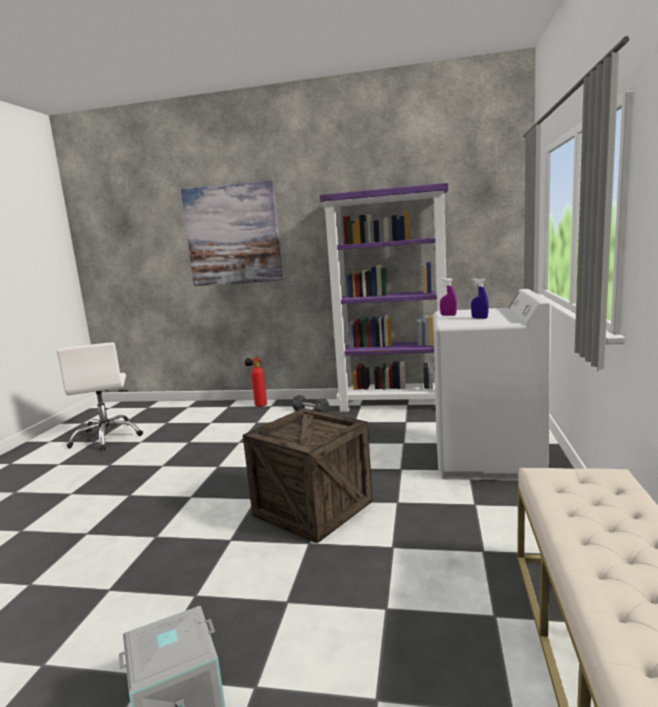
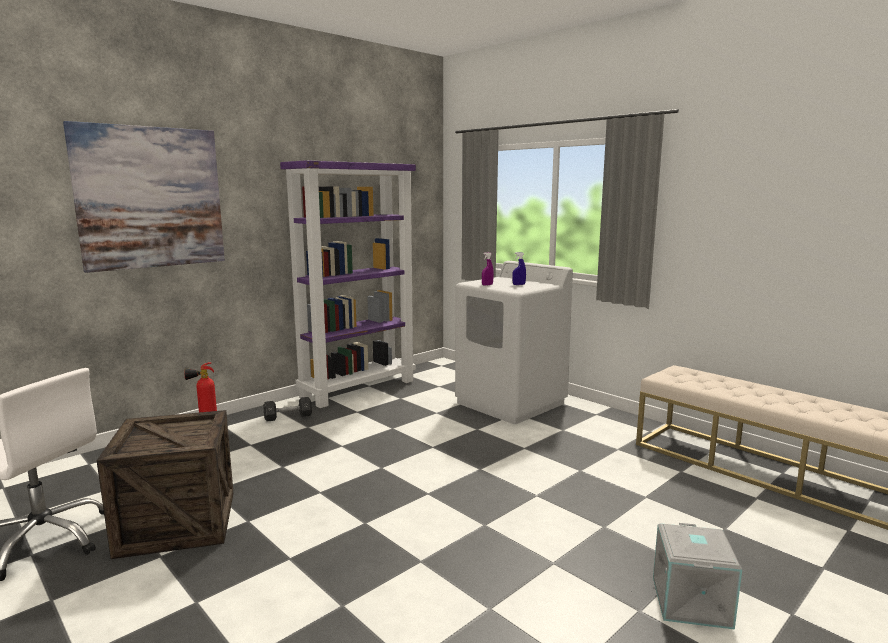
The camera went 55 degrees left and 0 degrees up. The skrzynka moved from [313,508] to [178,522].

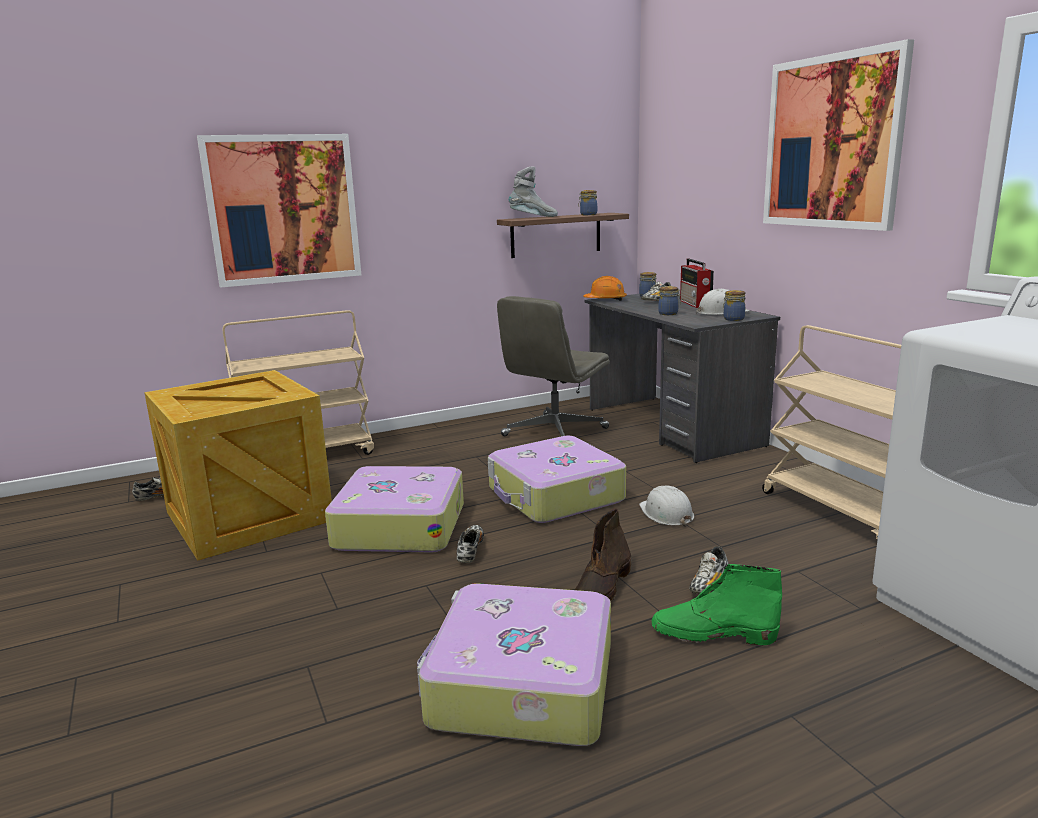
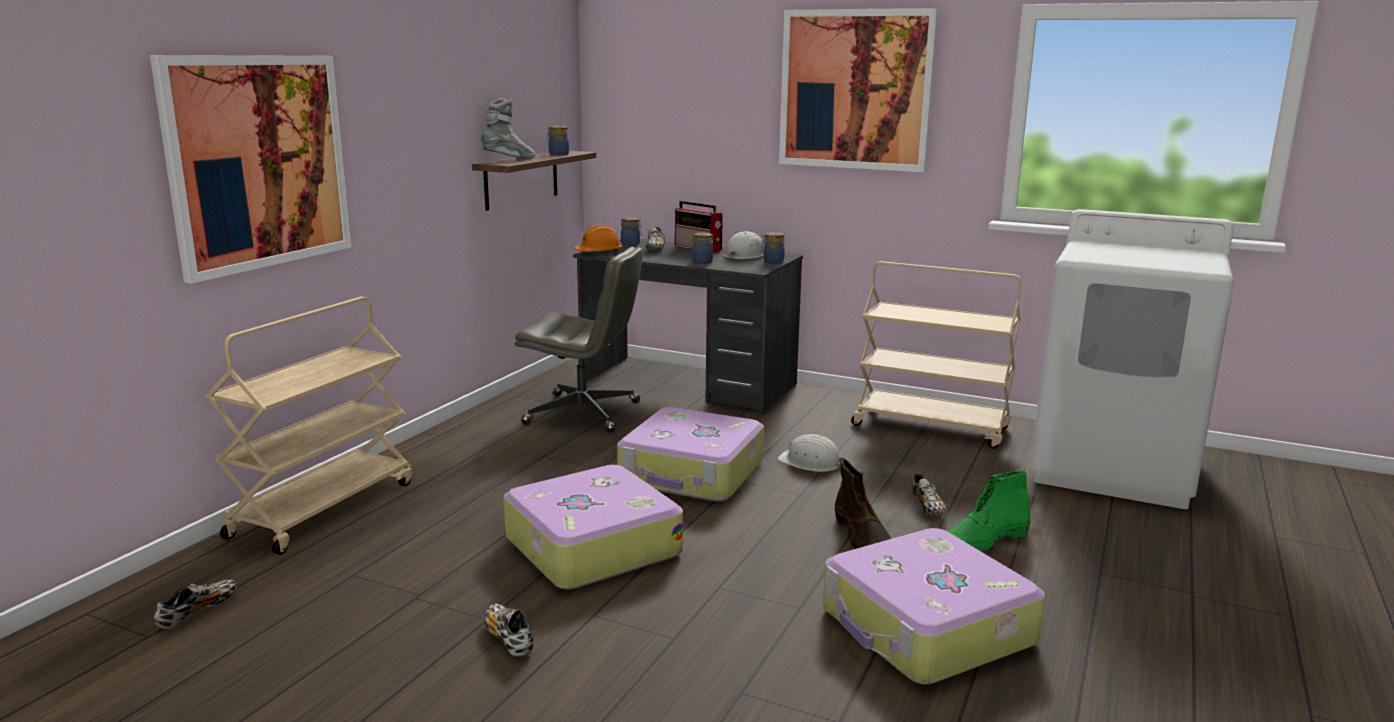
The camera went 40 degrees left and 0 degrees up. The skrzynka at [246,516] disappeared. The but moved from [470,550] to [508,638]. The krzesło biurowe/szary at [554,432] turned 75 degrees counterclockwise.

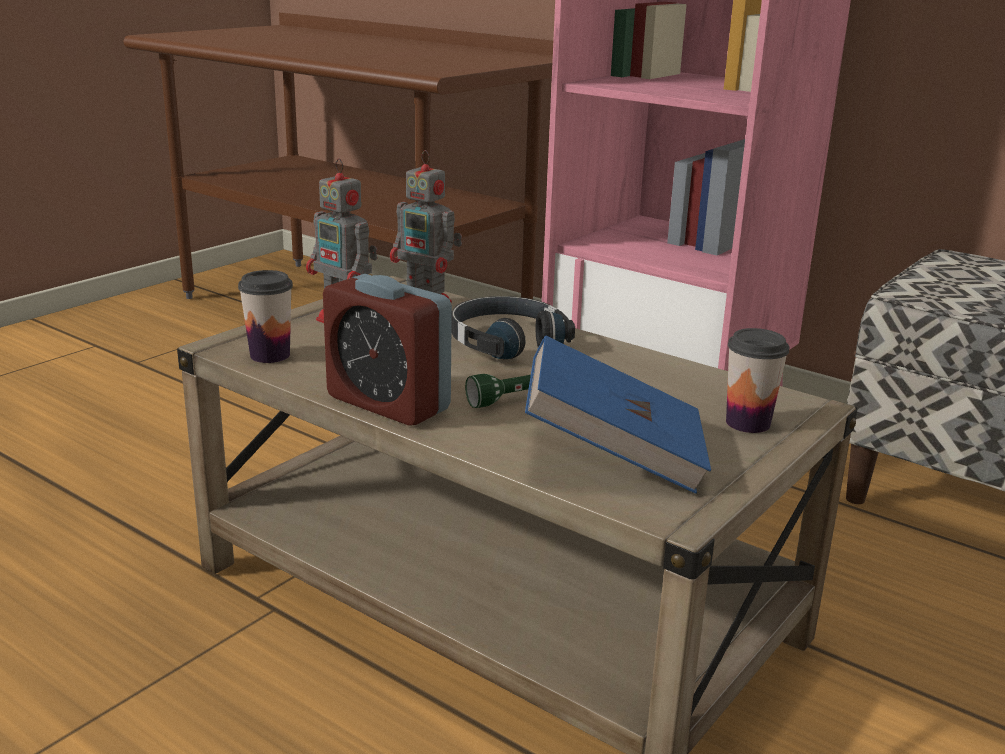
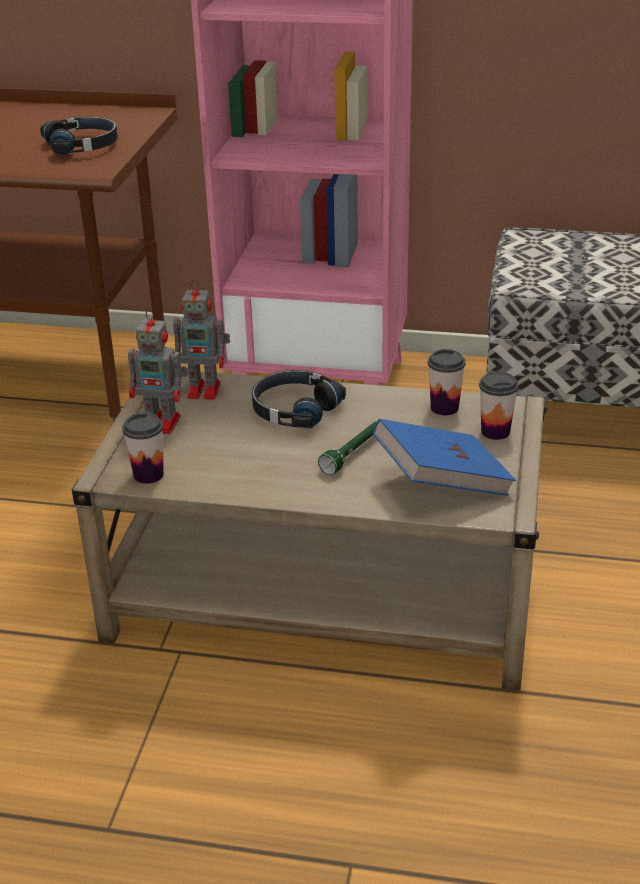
The camera went 25 degrees left and 10 degrees up. The budzik at [388,403] disappeared. The słuchawki/czarny at [83,146] appeared. The filiżanka at [444,408] appeared.

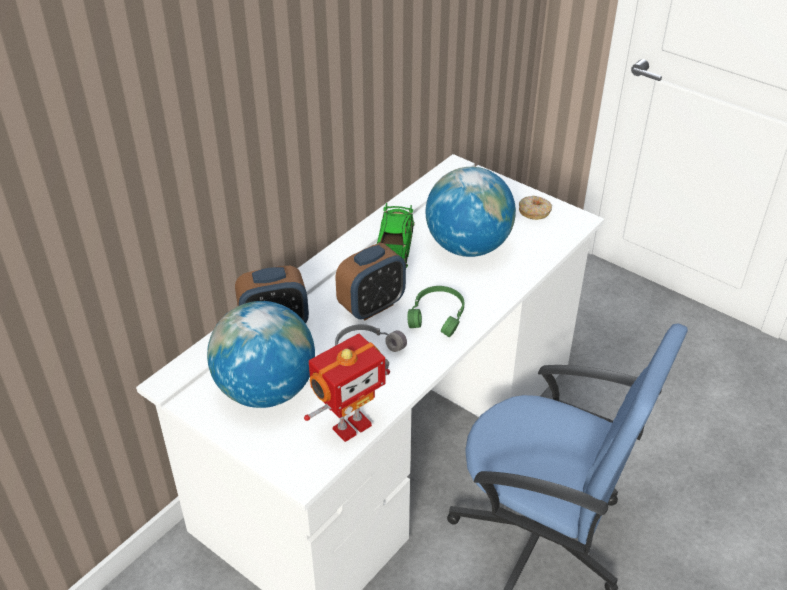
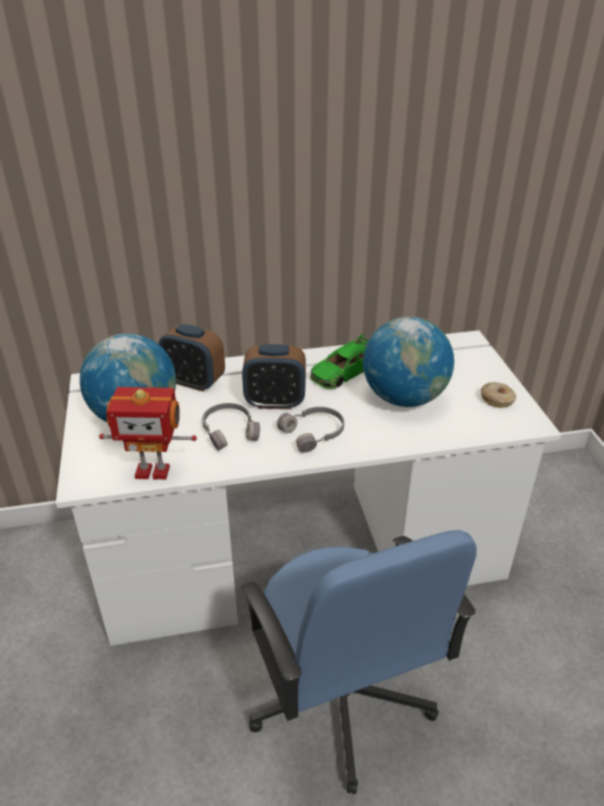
The camera went 40 degrees right and 5 degrees down. The słuchawki/zielony at [438,316] became the słuchawki/szary at [314,433].

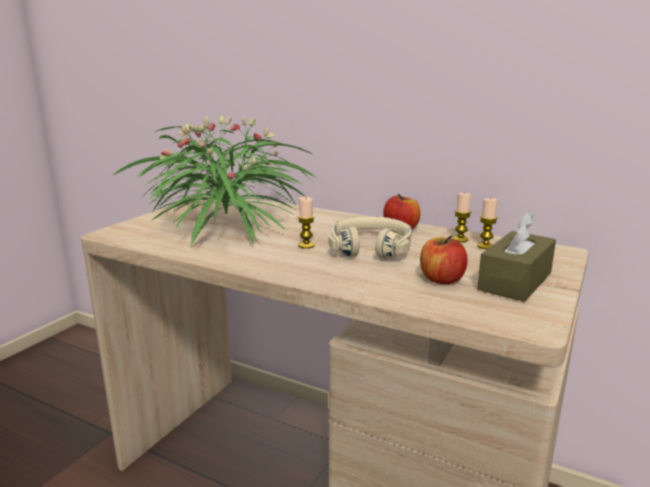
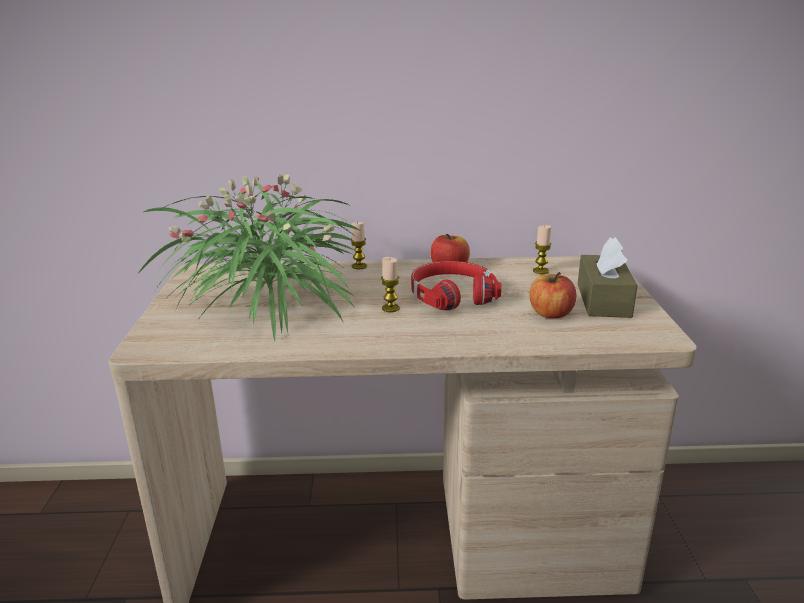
The camera went 30 degrees left and 5 degrees up. The słuchawki/beżowy at [371,247] became the słuchawki/czerwony at [451,295]. The świeca moved from [460,239] to [359,266].

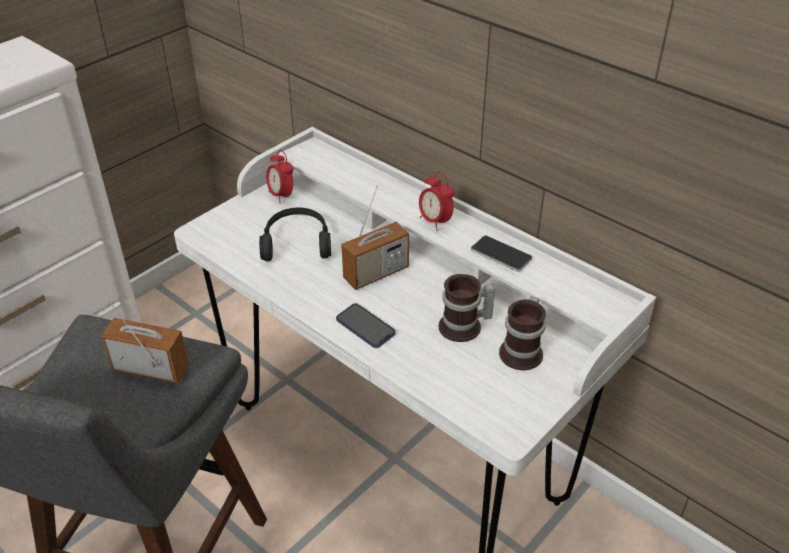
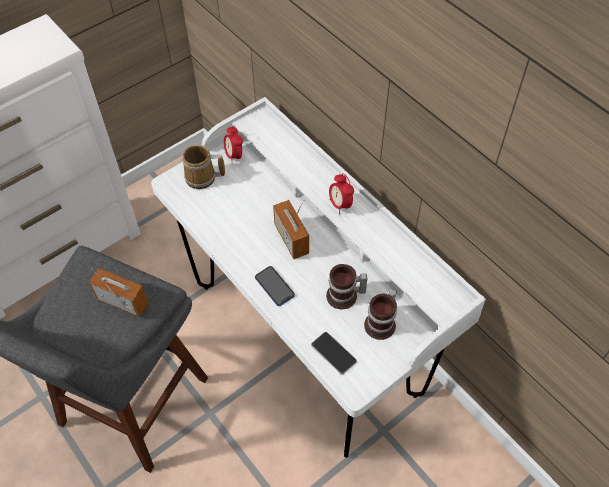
The camera went 10 degrees right and 15 degrees up. The słuchawki/czarny at [297,242] disappeared. The radio at [376,273] turned 90 degrees clockwise. The telefon moved from [501,254] to [333,353]. The kubek at [203,178] appeared.

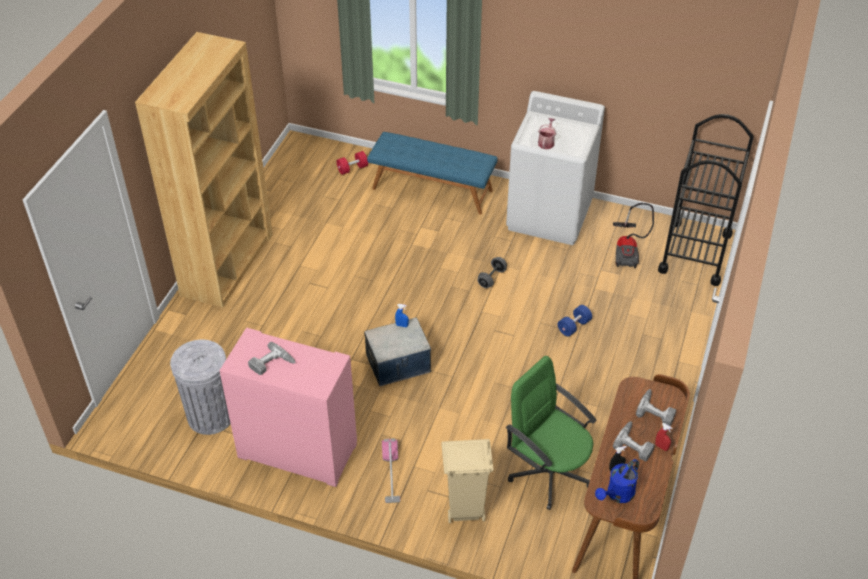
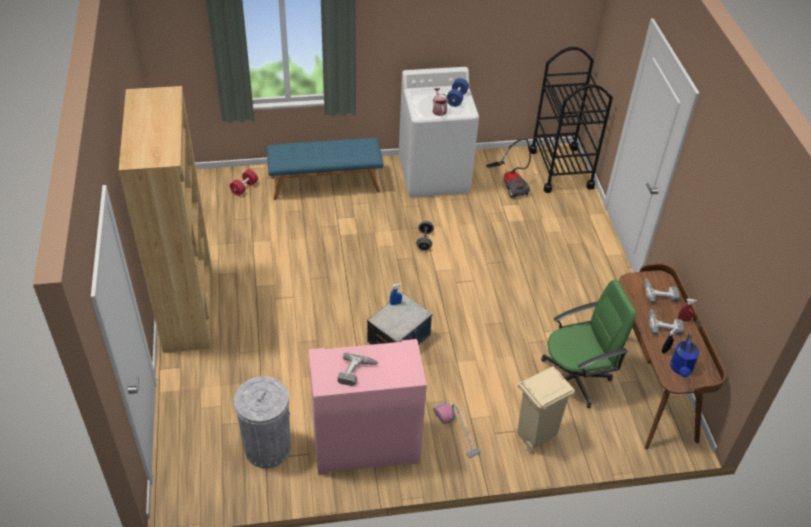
The camera went 30 degrees left and 0 degrees up. The krzesło biurowe/zielony at [549,472] turned 150 degrees clockwise. The hantel/niebieski moved from [574,326] to [456,98].

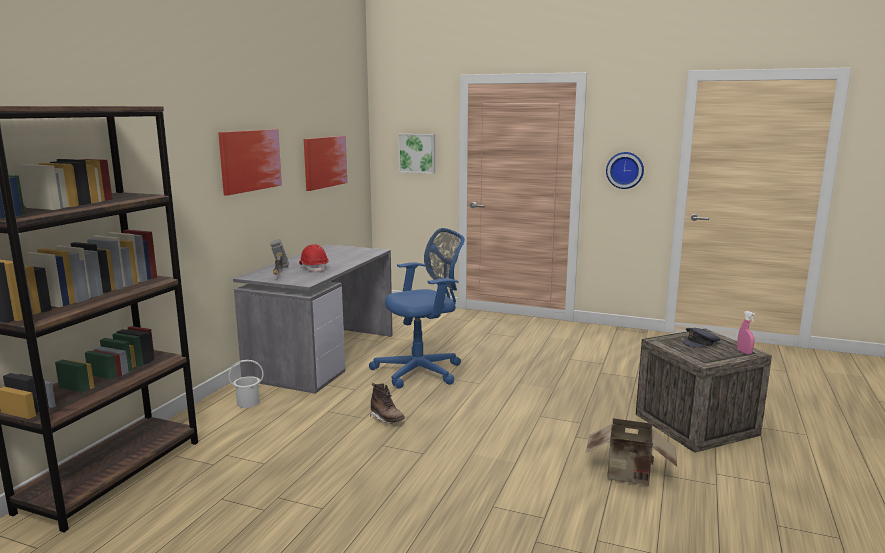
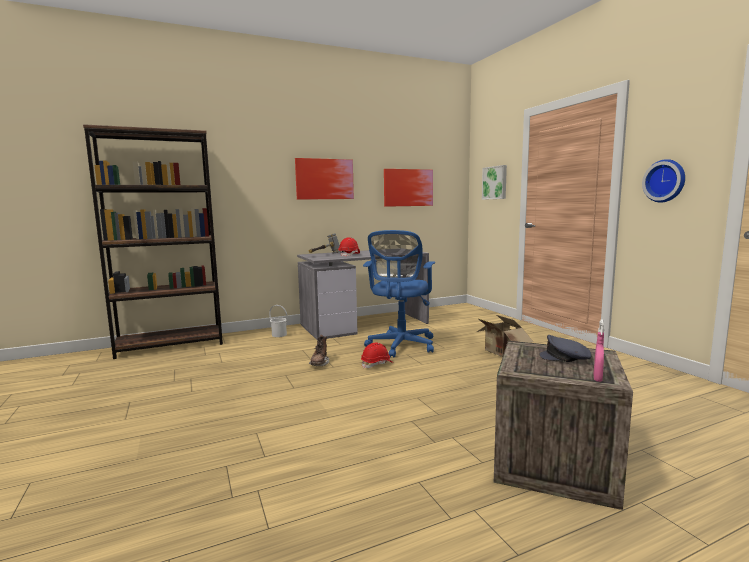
The camera went 45 degrees right and 5 degrees down. The krzesło biurowe/niebieski at [422,371] turned 90 degrees clockwise. The karton moved from [629,476] to [501,353]. The kask/czerwony at [377,364] appeared.

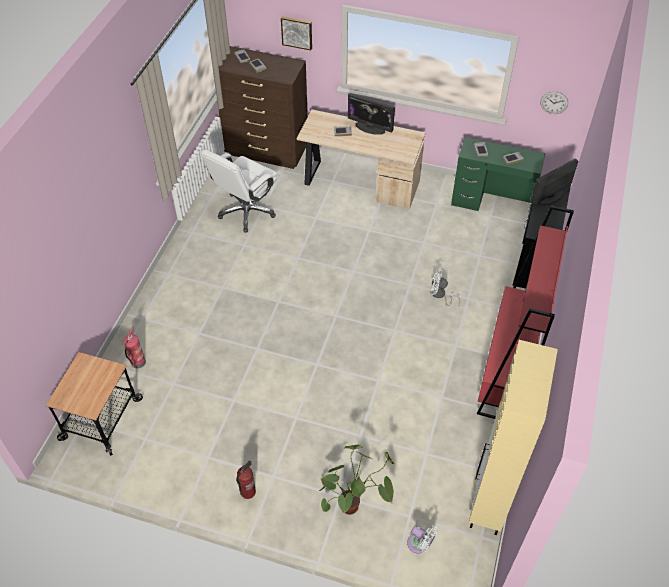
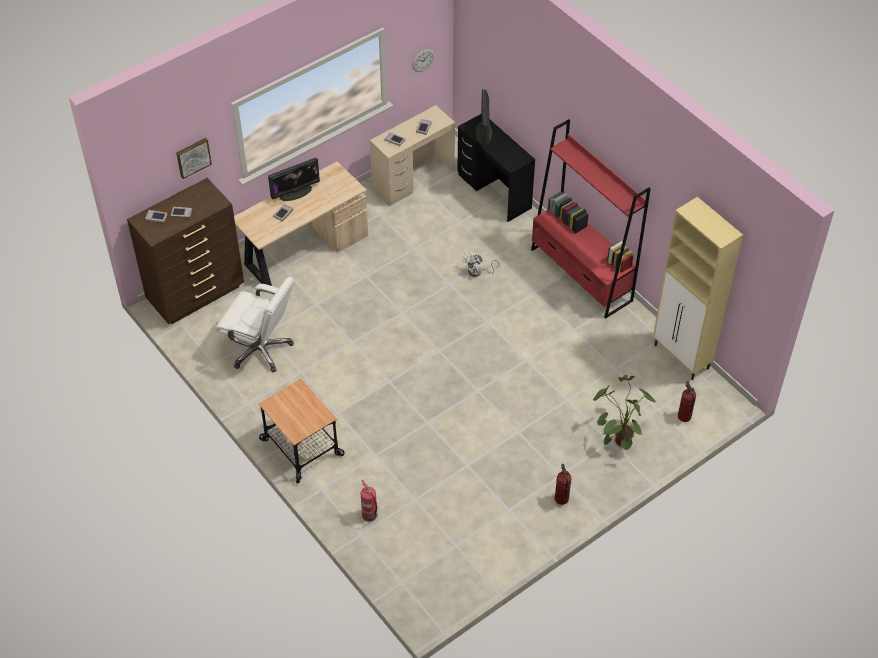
The camera went 55 degrees left and 0 degrees up. The wózek moved from [101,419] to [301,448]. The krzesło biurowe/biały at [246,211] turned 45 degrees counterclockwise. The wentylator/biały at [420,544] was replaced by the gaśnica at [684,416]. The biurko/zielony at [491,204] became the biurko/beżowy at [413,180].

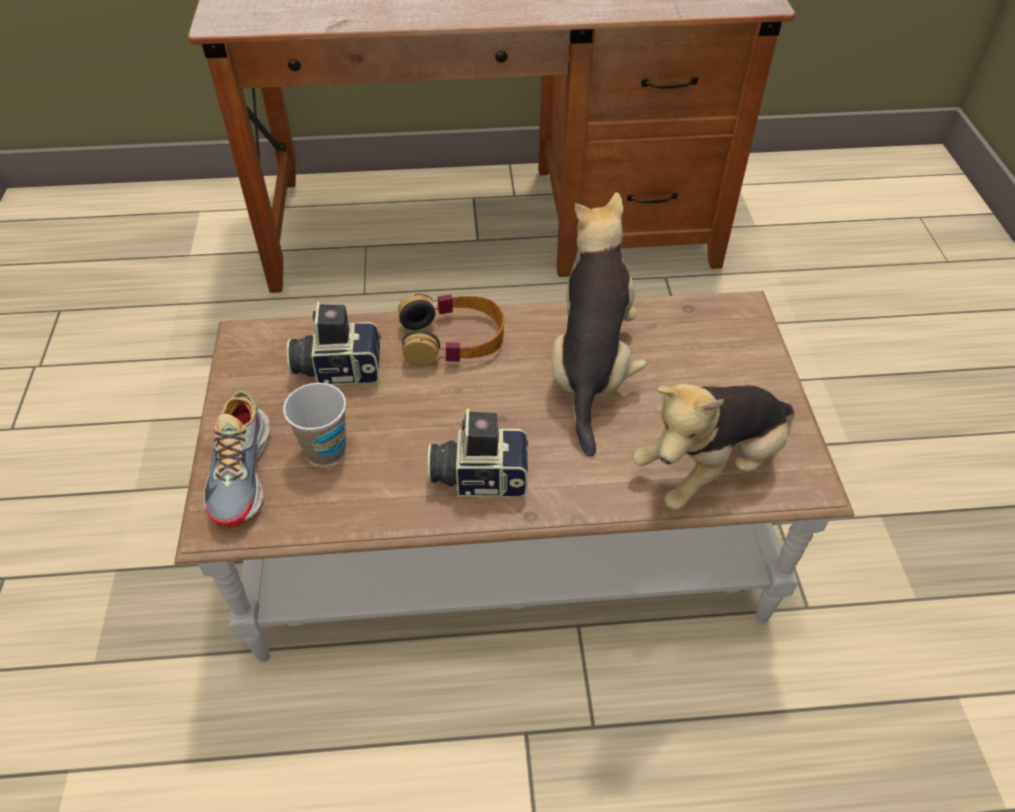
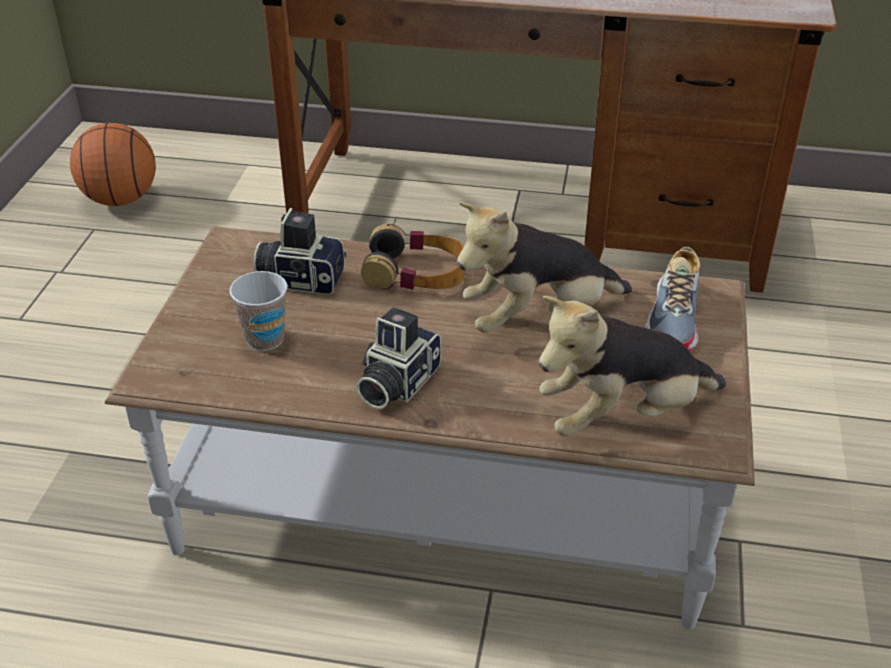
The camera went 15 degrees right and 10 degrees down. The but moved from [243,472] to [675,318]. The aparat fotograficzny at [479,475] turned 75 degrees counterclockwise. The pluszak at [591,370] turned 135 degrees counterclockwise. The piłka do koszykówki at [121,199] appeared.

